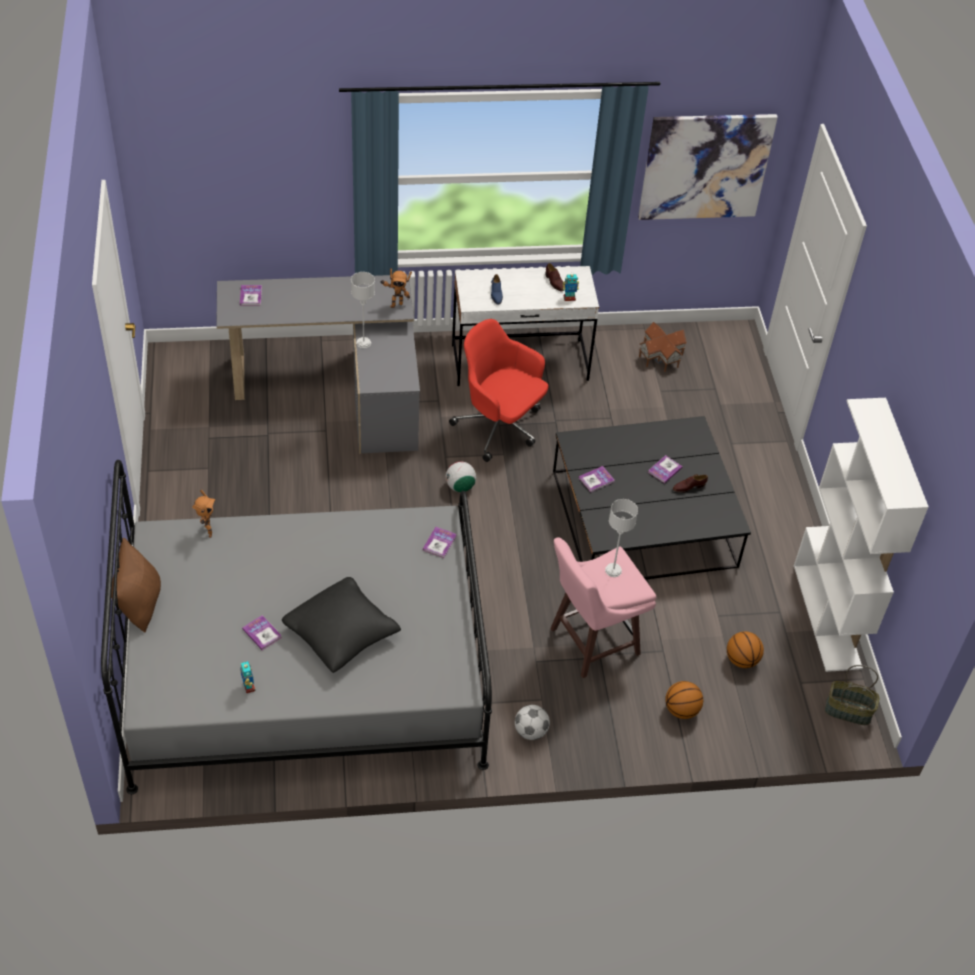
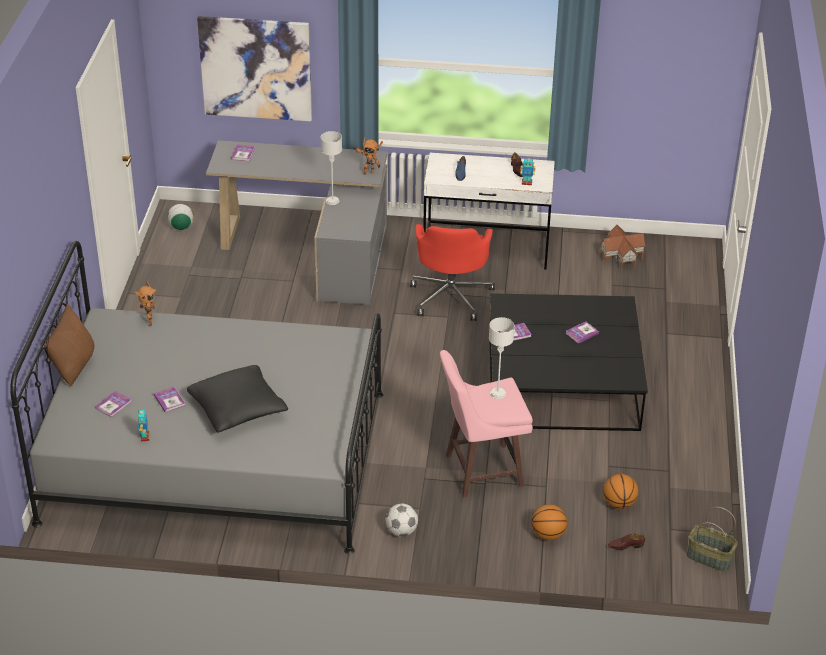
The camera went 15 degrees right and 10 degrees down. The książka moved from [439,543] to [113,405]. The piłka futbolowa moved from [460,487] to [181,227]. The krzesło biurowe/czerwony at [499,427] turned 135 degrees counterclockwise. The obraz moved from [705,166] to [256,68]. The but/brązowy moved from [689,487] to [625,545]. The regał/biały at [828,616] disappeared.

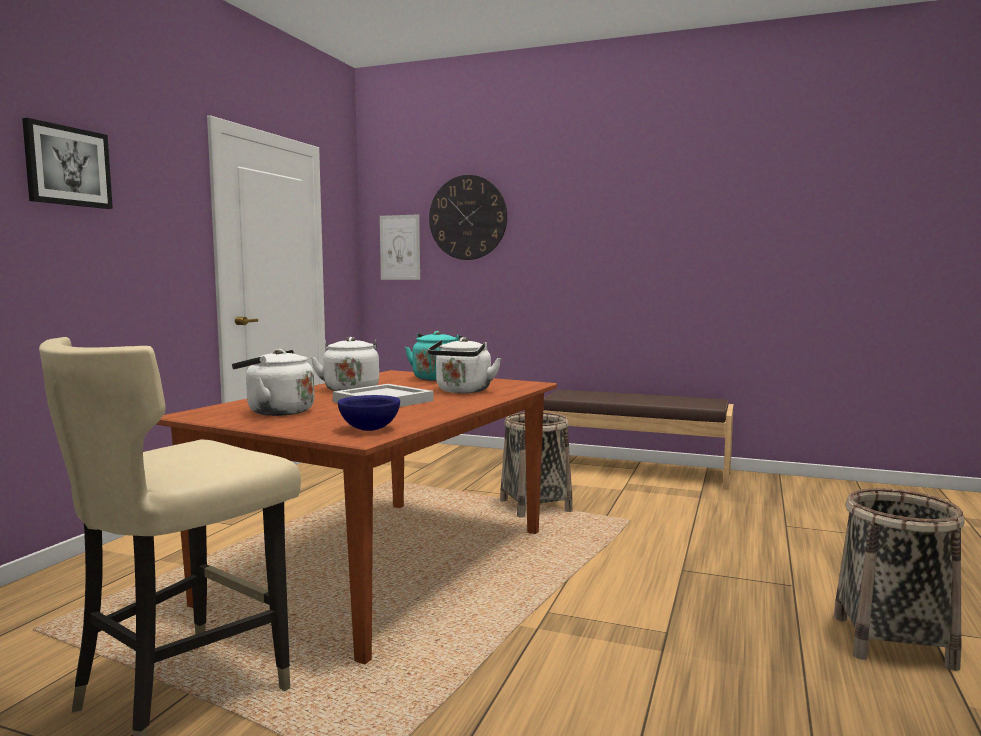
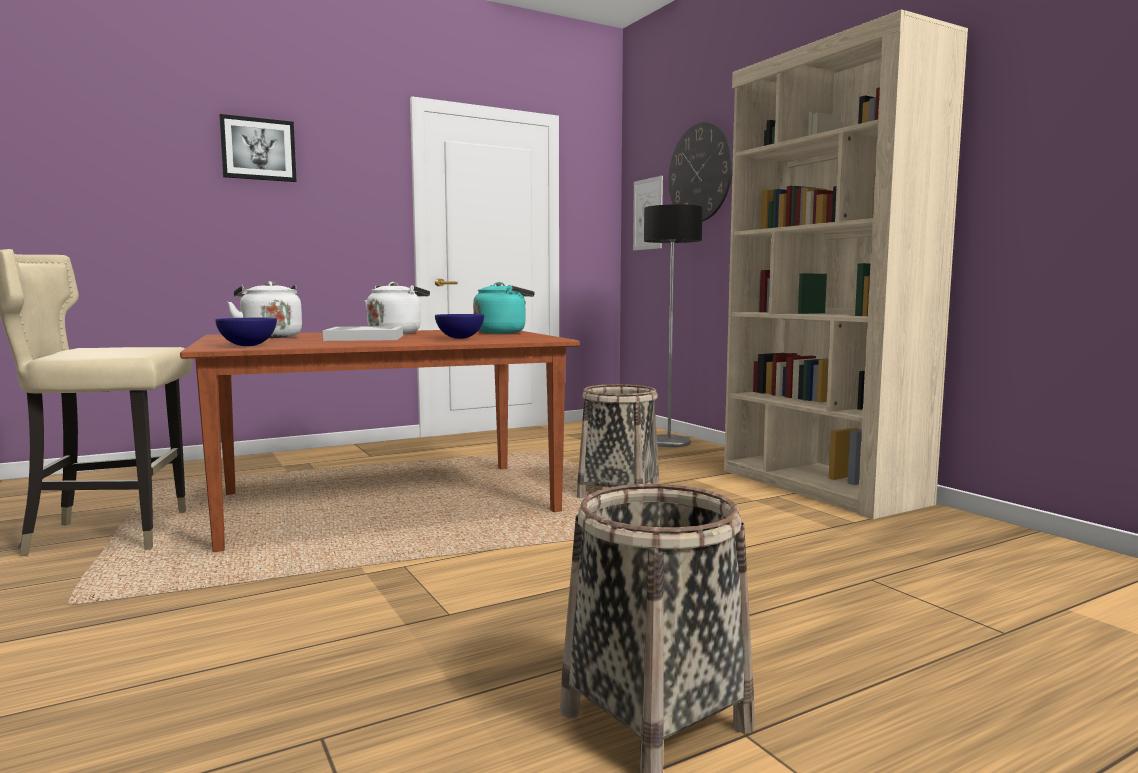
The camera went 40 degrees right and 0 degrees up. The czajnik/biały at [462,391] was replaced by the miska/niebieski at [459,338]. The ławka/brązowy at [632,470] was replaced by the regał/beżowy at [820,486]. The lampa stojąca at [669,442] appeared.

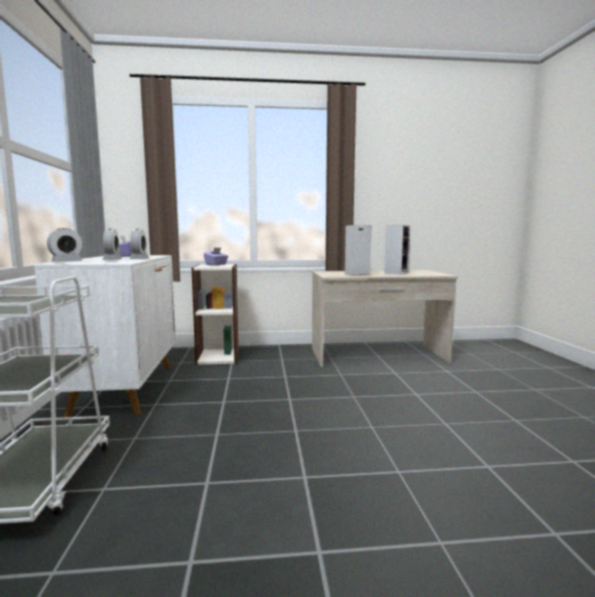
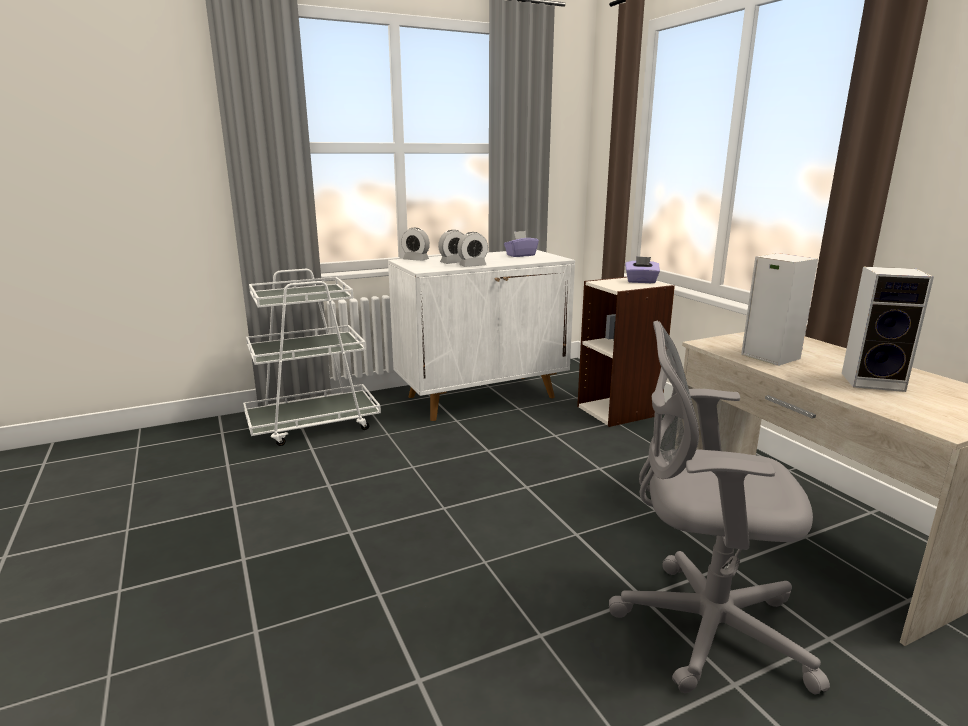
The camera went 70 degrees right and 10 degrees up. The krzesło biurowe/szary at [701,626] appeared.

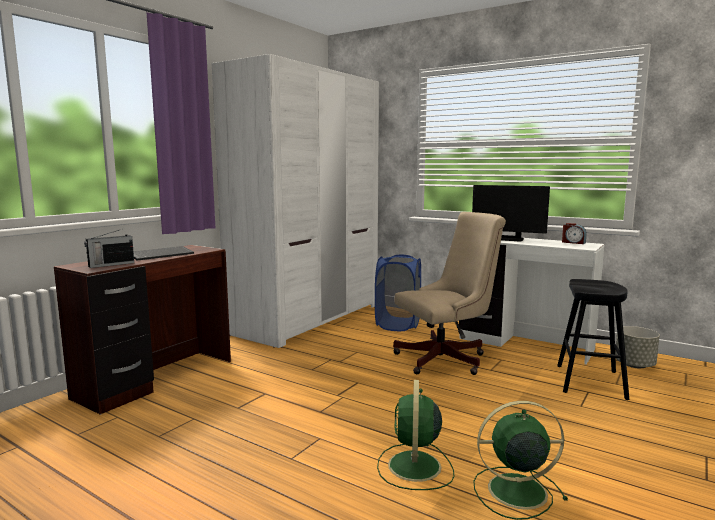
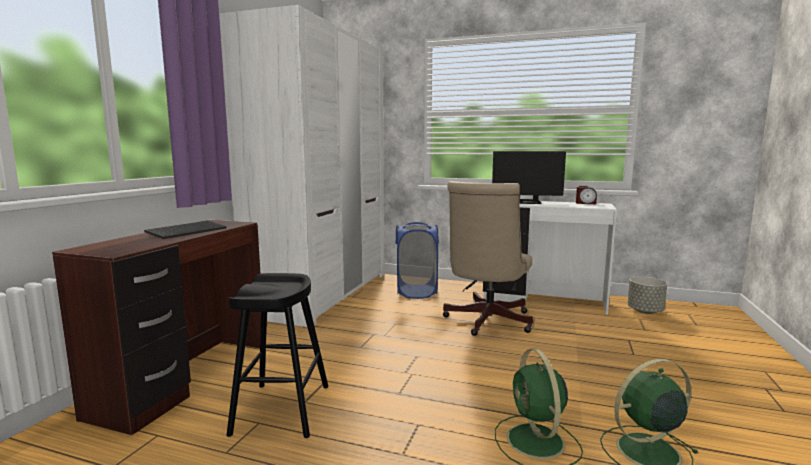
The camera went 15 degrees left and 0 degrees up. The radio at [110,264] disappeared. The krzesło biurowe/beżowy at [447,359] turned 150 degrees clockwise. The stołek/czarny moved from [590,381] to [282,409].

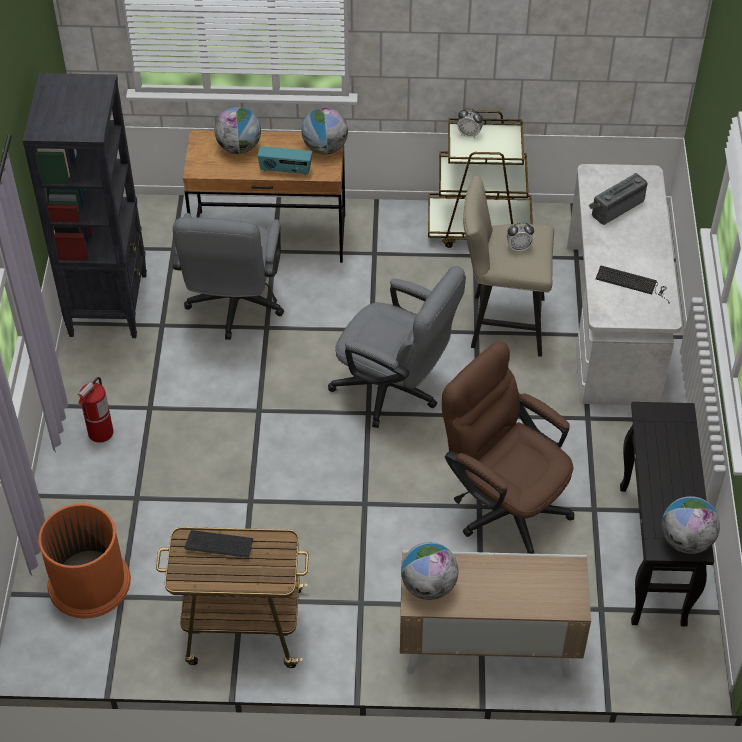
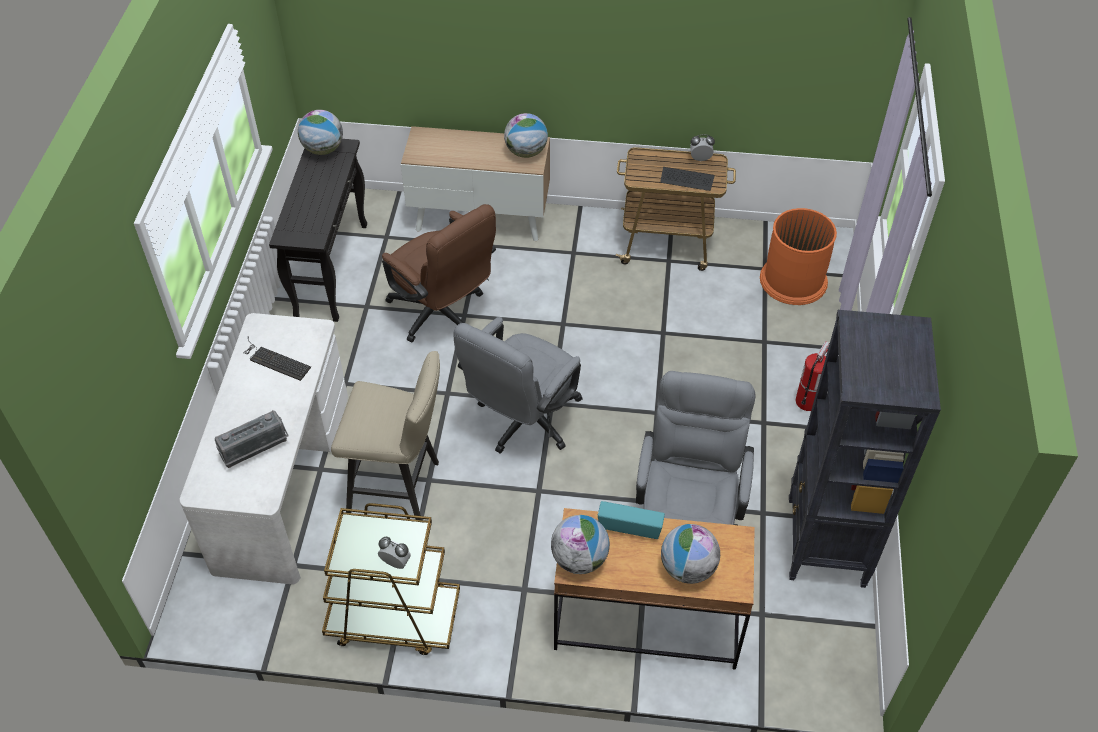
The camera went 175 degrees left and 0 degrees up. The krzesło biurowe/szary at [395,390] turned 90 degrees counterclockwise. The budzik moved from [518,248] to [700,159].

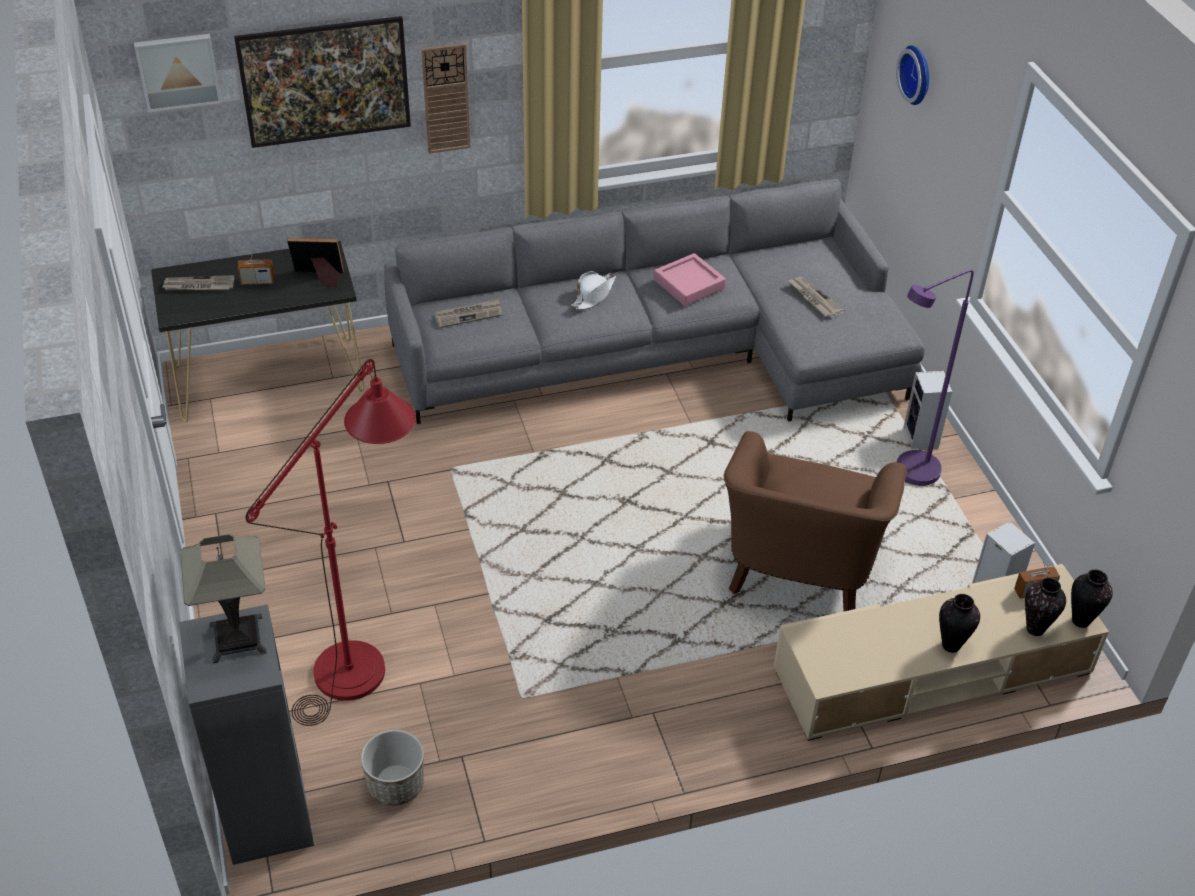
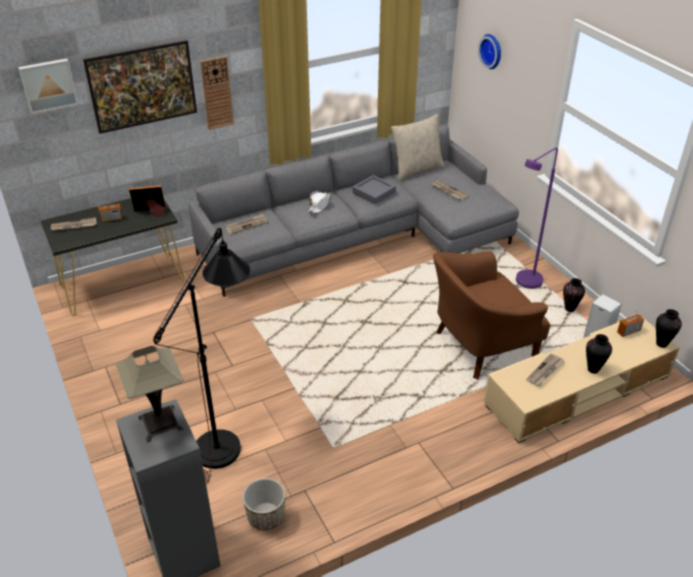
The camera went 10 degrees left and 5 degrees down. The lampa stojąca/czerwony at [363,658] became the lampa stojąca/czarny at [224,440]. The taca/różowy at [689,284] became the taca/szary at [374,192]. The fotel/brązowy at [799,571] turned 60 degrees clockwise. The głośnik at [921,439] disappeared. The wazon moved from [1035,630] to [570,309]. The poduszka/beżowy at [417,169] appeared. The gazeta at [545,372] appeared.

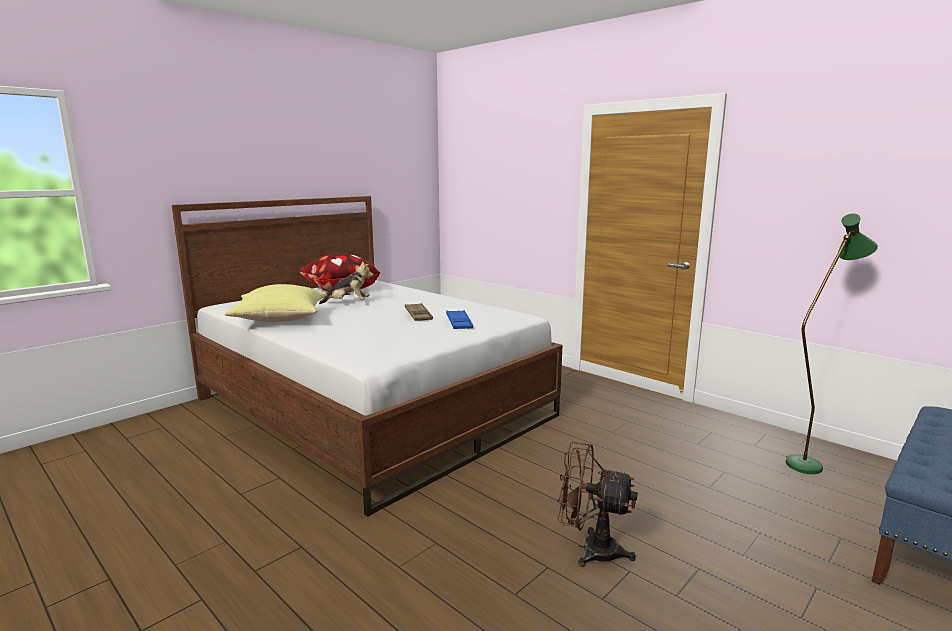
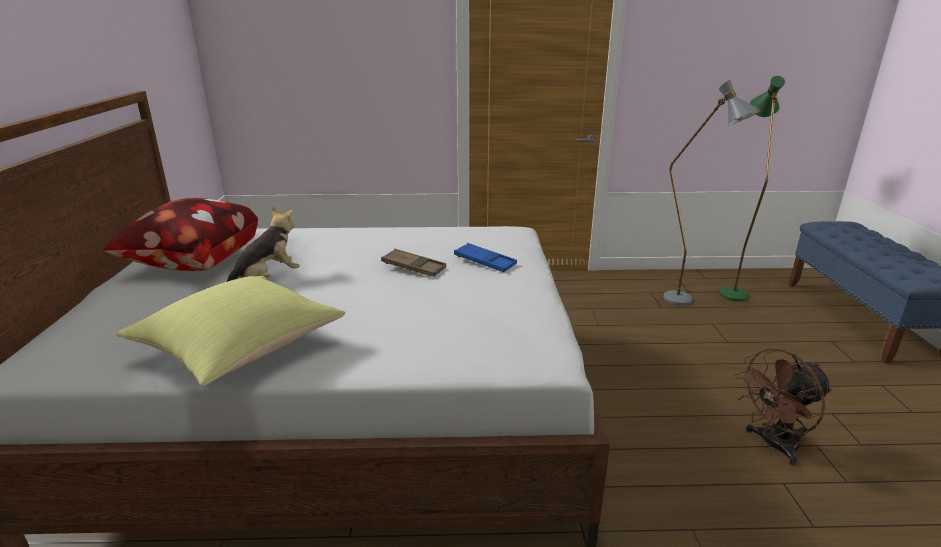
The camera went 45 degrees left and 10 degrees up. The lampa stojąca/szary at [687,303] appeared.

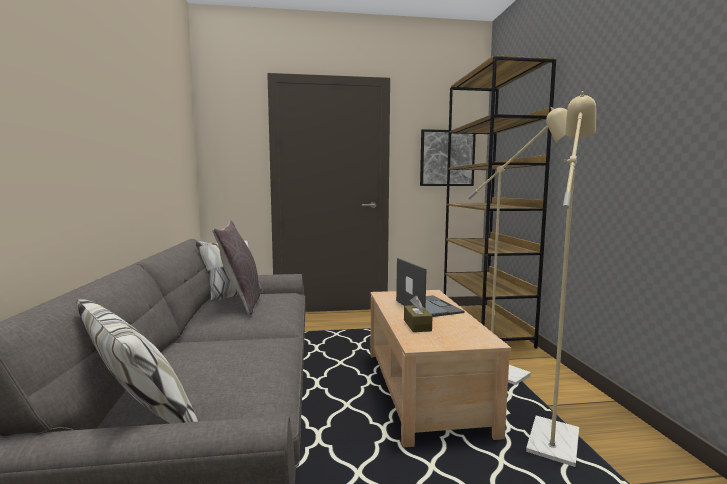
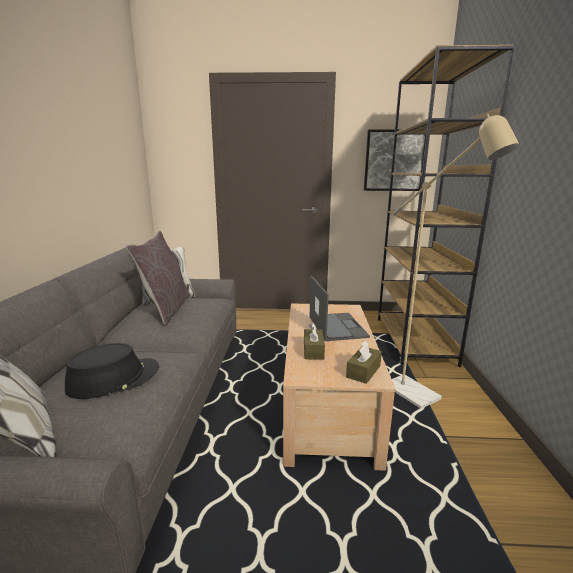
The camera went 10 degrees right and 10 degrees up. The lampa stojąca/beżowy at [554,434] disappeared. The kapelusz/czarny at [114,378] appeared. The pudełko chusteczek/brązowy at [363,371] appeared.

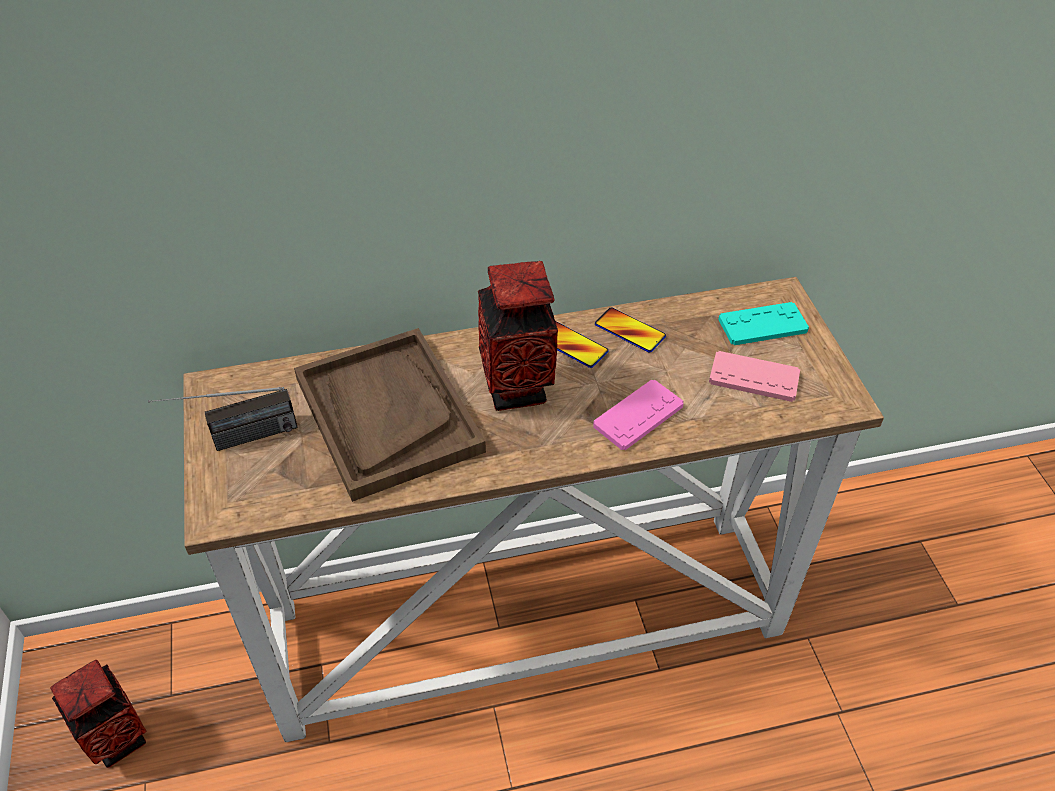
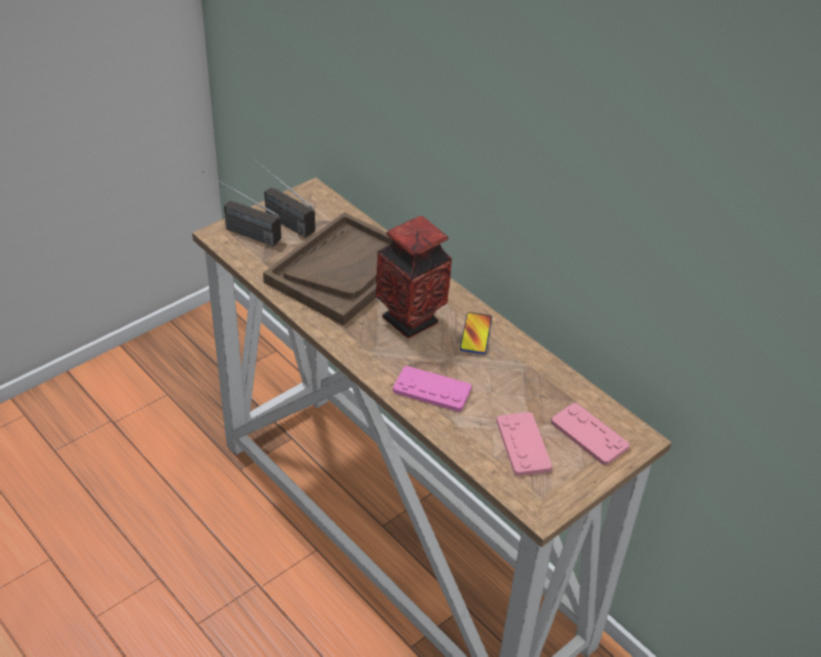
The camera went 60 degrees right and 5 degrees down. The wazon at [118,740] disappeared. The telefon at [629,331] disappeared. The pad do gier/turkusowy at [762,325] became the pad do gier/różowy at [589,435]. The radio at [239,230] appeared.

